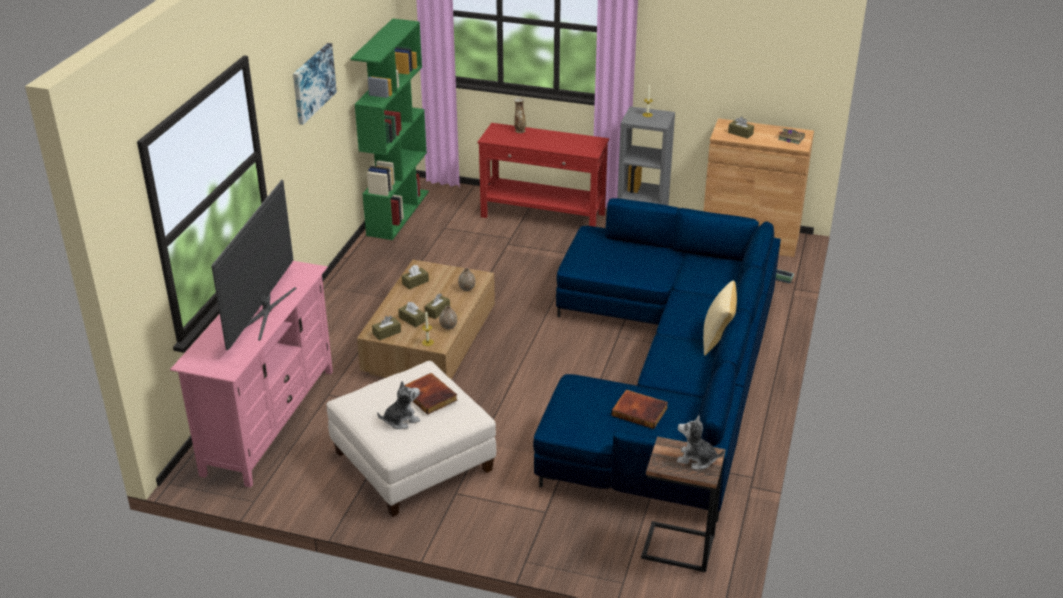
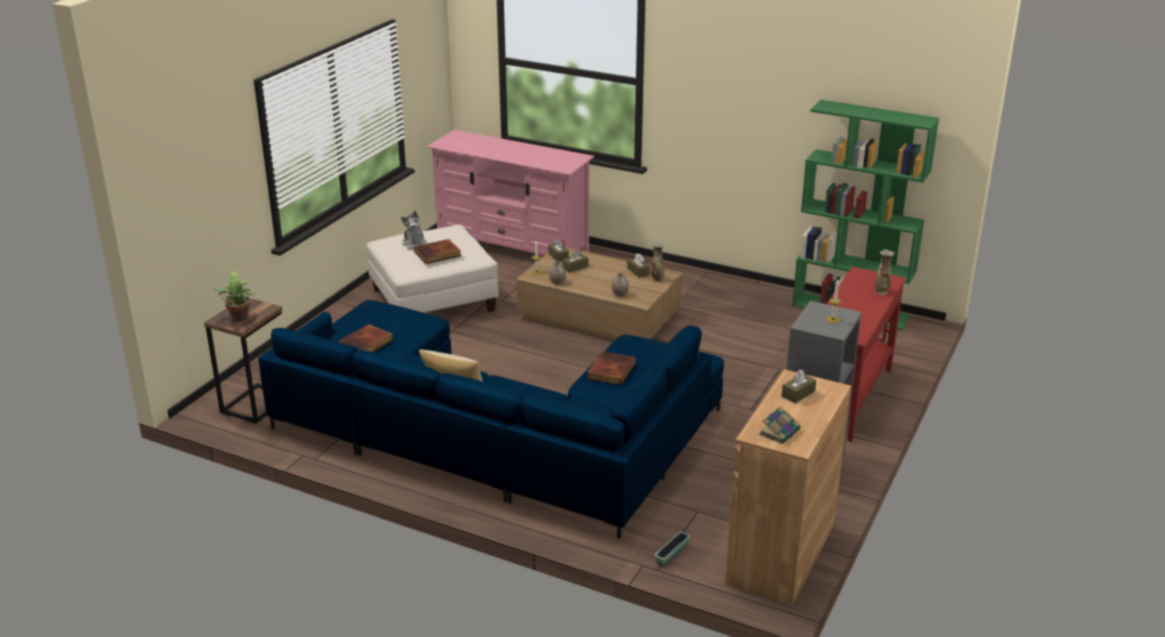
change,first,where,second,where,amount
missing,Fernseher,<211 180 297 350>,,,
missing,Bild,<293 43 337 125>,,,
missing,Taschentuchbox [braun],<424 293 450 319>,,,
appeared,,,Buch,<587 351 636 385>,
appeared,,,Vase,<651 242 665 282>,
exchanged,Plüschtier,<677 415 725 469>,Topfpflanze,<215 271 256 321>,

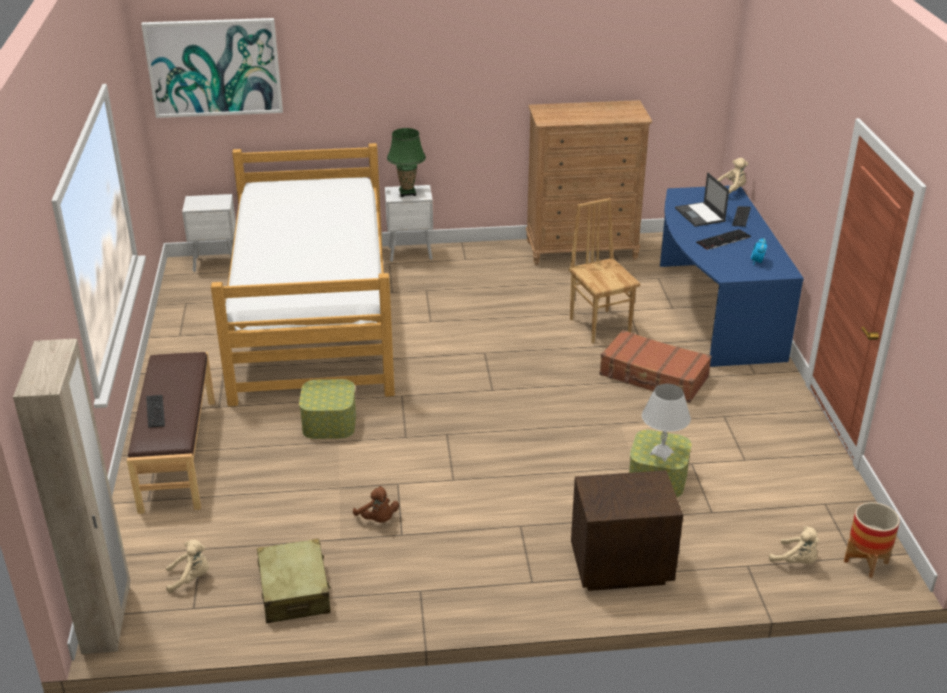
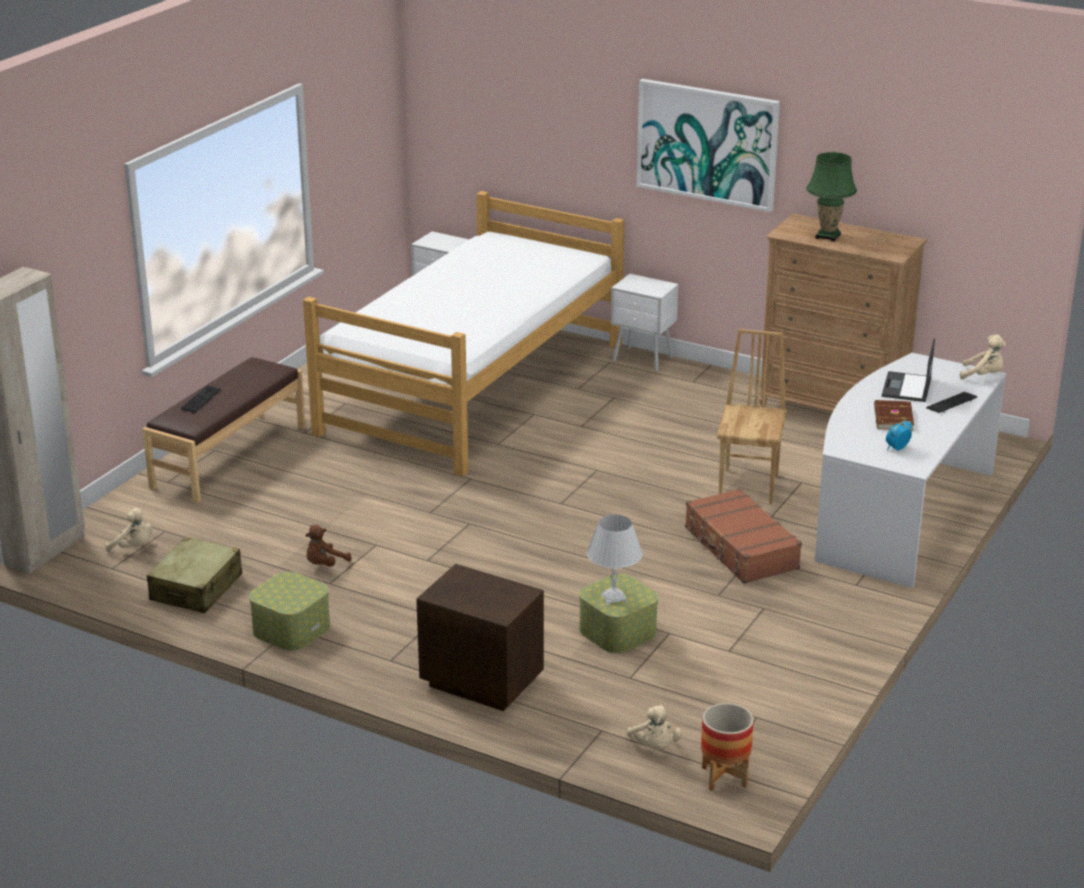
change,first,where,second,where,amount
relocated,Bild,<141 18 283 118>,,<637 79 780 212>,
relocated,Aufbewahrungsbox,<299 379 356 439>,,<249 572 330 651>,
relocated,Tischlampe [grün],<387 128 426 197>,,<806 152 857 242>,
exchanged,Tastatur,<696 229 751 250>,Buch [braun],<874 400 914 431>,
colour,Schreibtisch [blau],<660 186 804 367>,Schreibtisch [weiß],<815 353 1006 588>,
spun,Plüschtier [braun],<353 486 399 523>,,<305 525 352 567>,45 degrees clockwise

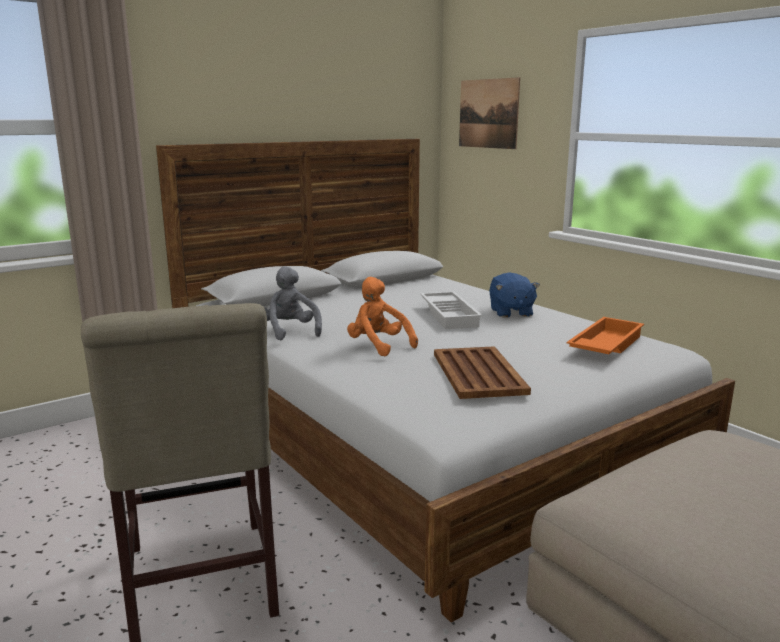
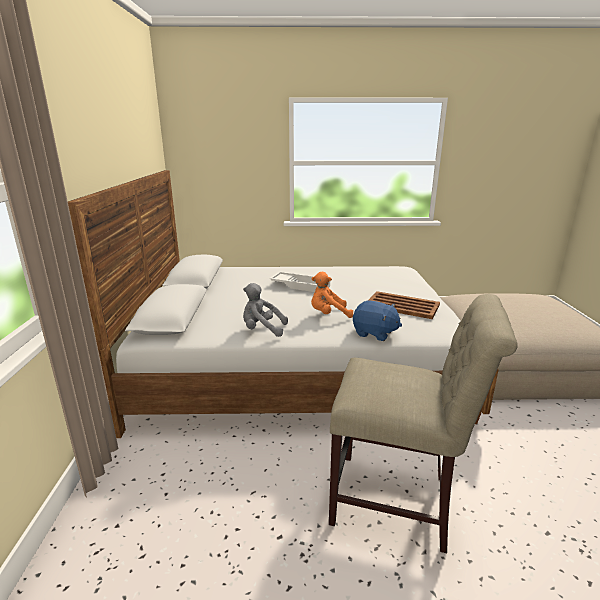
change,first,where,second,where,amount
missing,Bild,<459 77 520 149>,,,
missing,Tablett [orange],<567 317 644 354>,,,
relocated,Plüschtier [blau],<489 272 540 318>,,<353 301 402 341>,

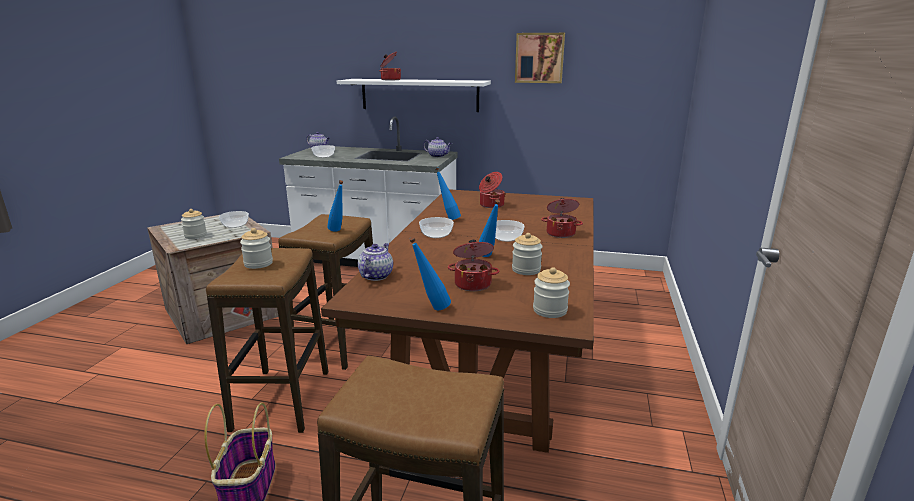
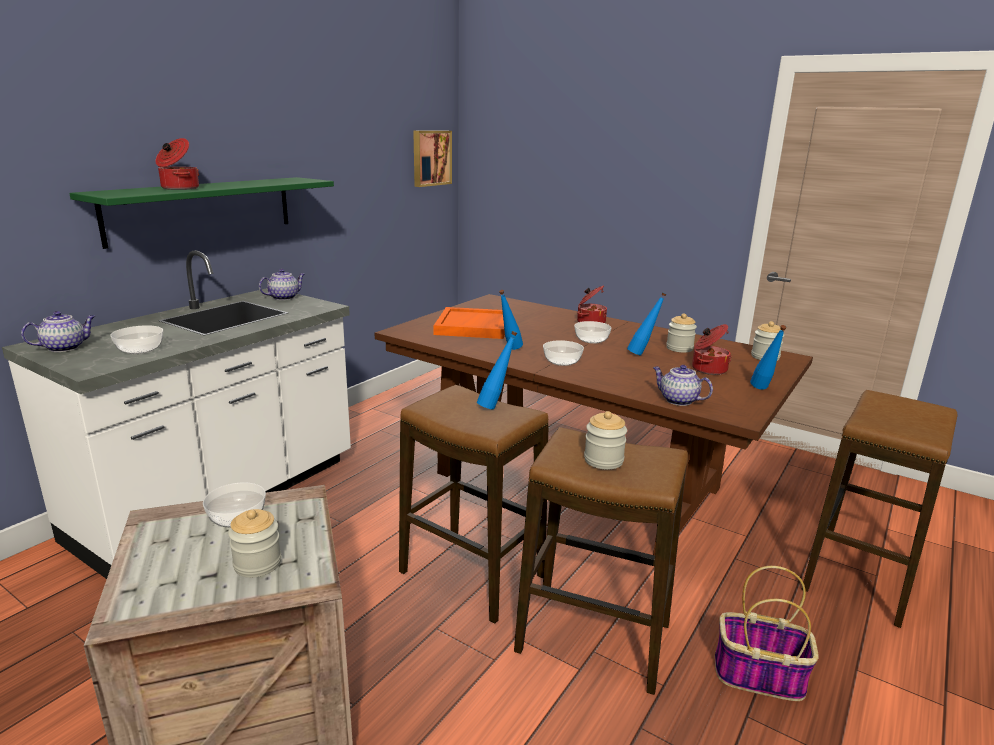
change,first,where,second,where,amount
relocated,Bild,<515 33 565 83>,,<413 131 452 187>,
exchanged,Kochtopf,<479 172 505 208>,Tablett [orange],<434 307 505 339>,
colour,Wandregal [weiß],<337 79 491 112>,Wandregal [grün],<69 177 334 249>,

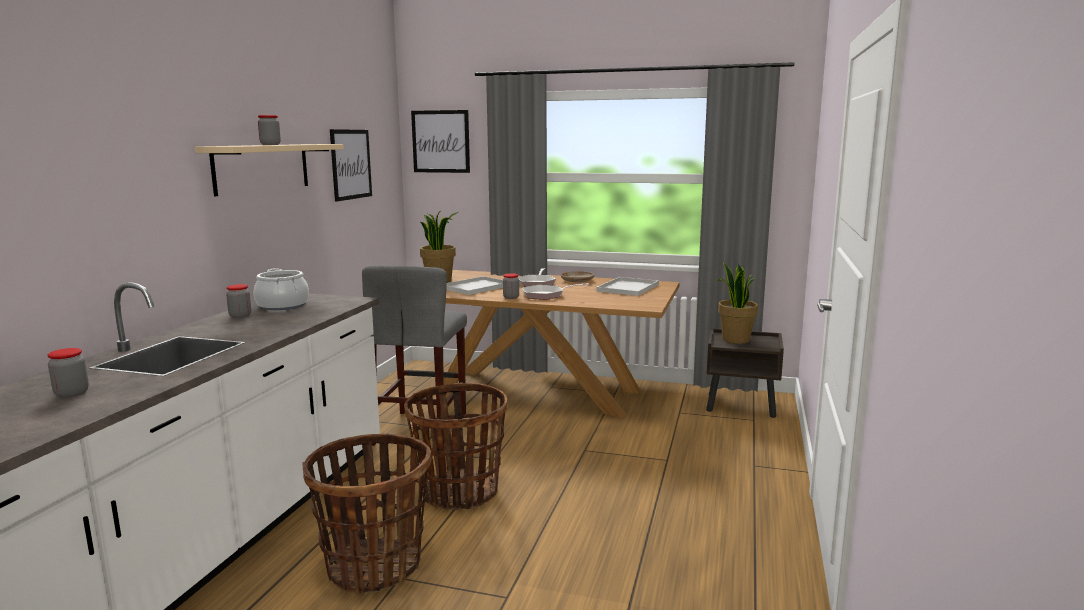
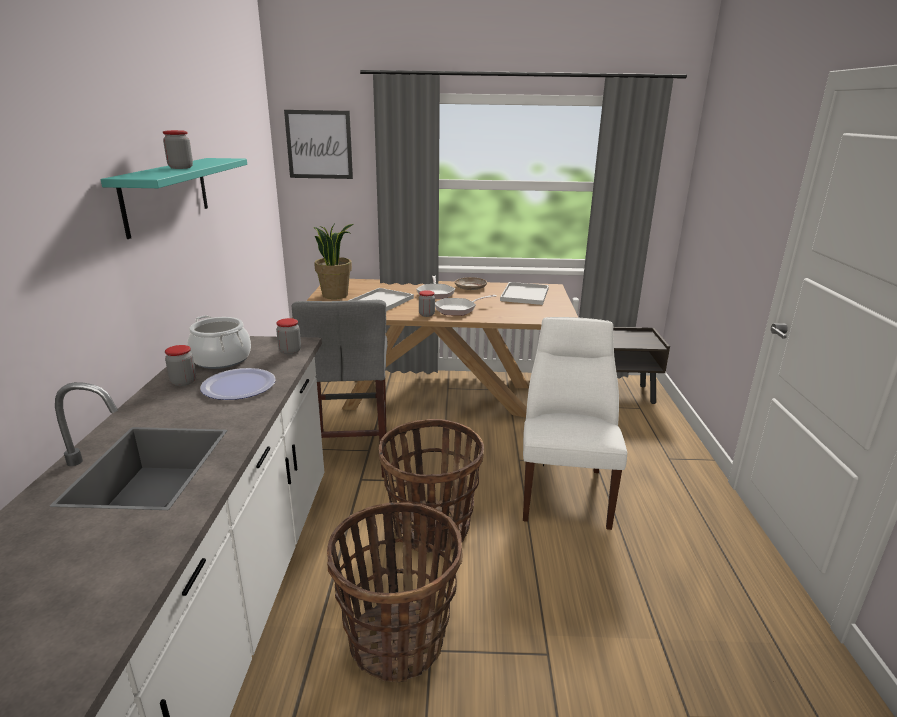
change,first,where,second,where,amount
missing,Bild,<330 129 372 202>,,,
missing,Topfpflanze,<716 262 758 344>,,,
appeared,,,Teller,<200 368 276 400>,
appeared,,,Stuhl [weiß],<523 317 627 530>,
relocated,Vorratsglas,<48 348 89 398>,,<276 318 301 355>,
colour,Wandregal [beige],<195 144 344 196>,Wandregal [türkis],<101 158 247 239>,

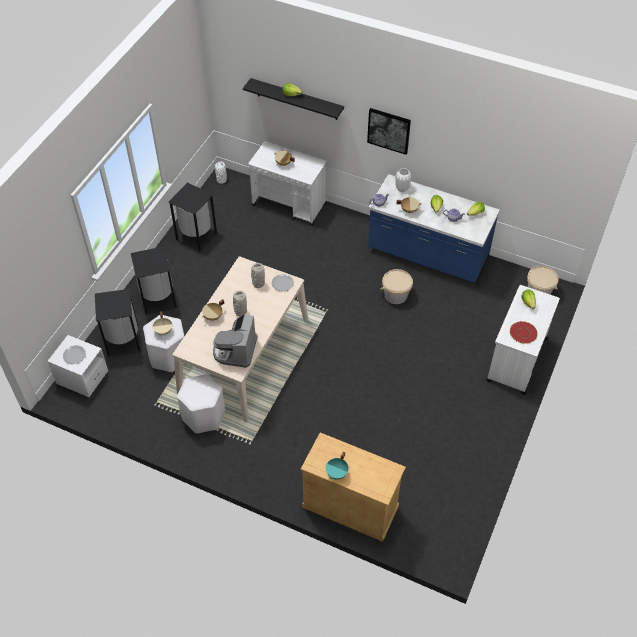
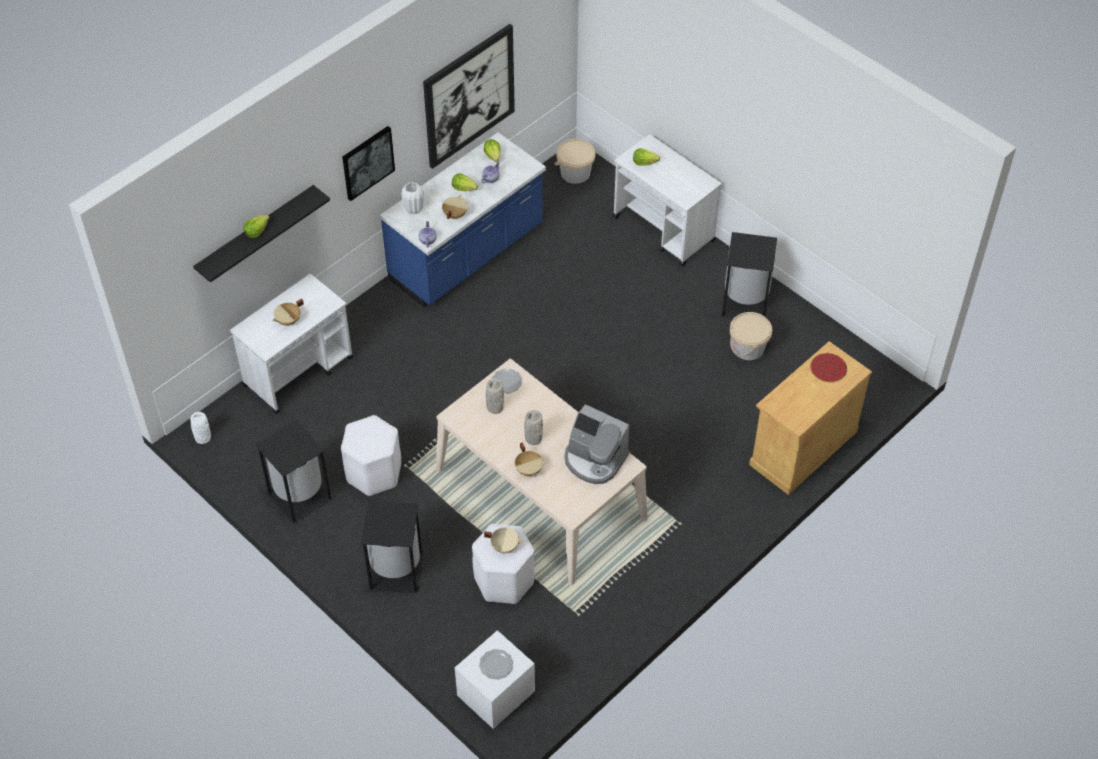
change,first,where,second,where,amount
missing,Kochtopf [türkis],<326 452 349 480>,,,
appeared,,,Bild,<423 24 515 169>,
relocated,Mülleimer [schwarz],<95 289 141 357>,,<721 232 777 318>,
relocated,Hocker [weiß],<177 374 225 434>,,<341 415 401 496>,
relocated,Eimer [beige],<380 269 413 304>,,<730 312 772 360>,
relocated,Teller [rot],<510 321 538 344>,,<810 353 847 382>,

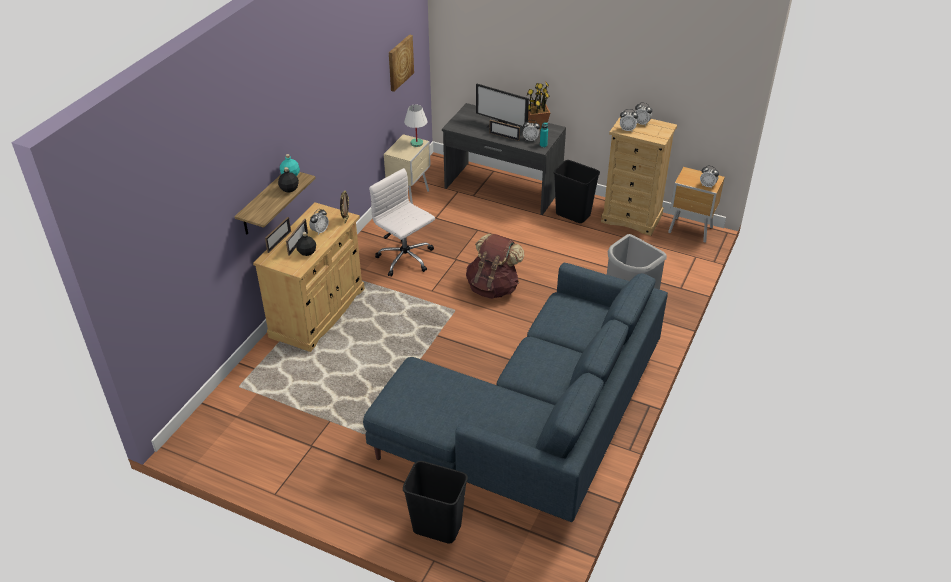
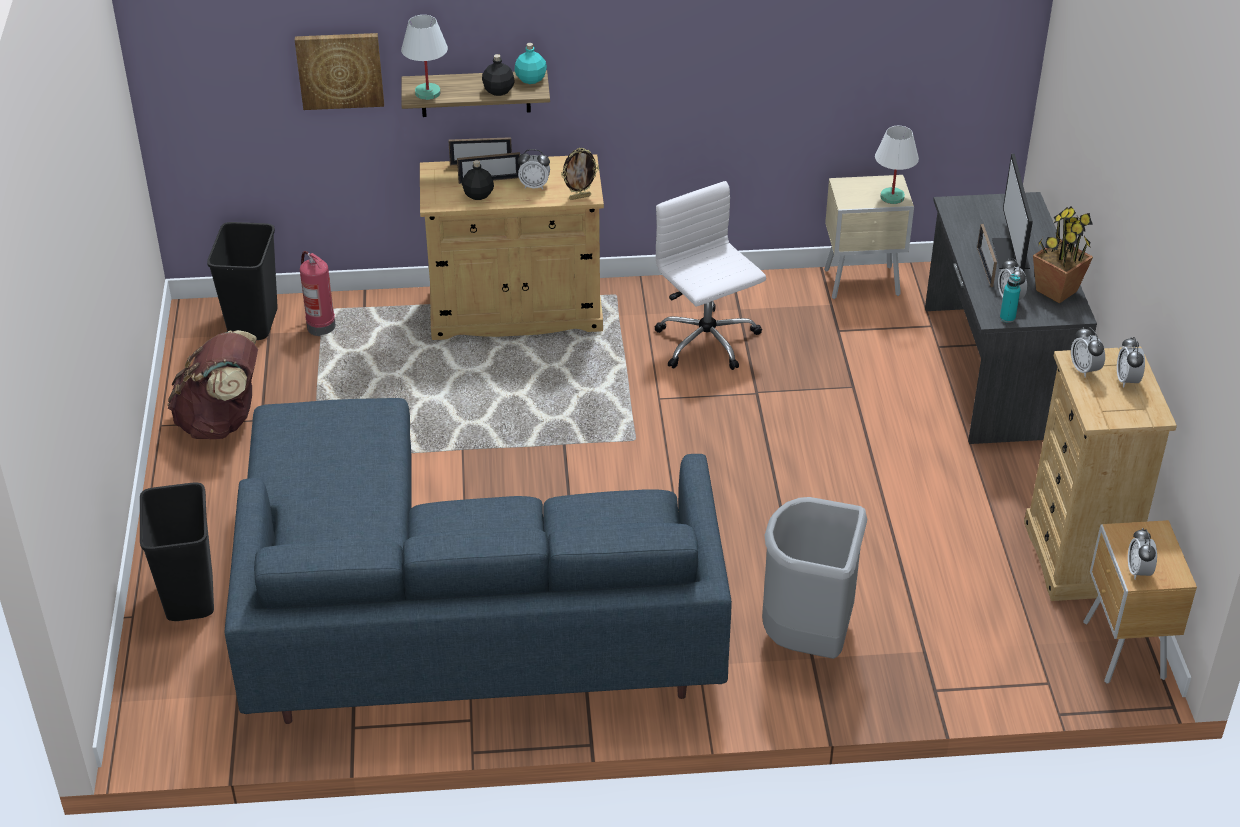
change,first,where,second,where,amount
appeared,,,Feuerlöscher,<300 251 336 336>,
appeared,,,Tischlampe [weiß],<401 15 448 100>,
relocated,Bild,<389 34 414 92>,,<295 33 384 110>,
relocated,Rucksack [braun],<466 234 524 299>,,<167 330 258 439>,
relocated,Mülleimer [schwarz],<554 160 600 223>,,<207 222 278 340>,
spun,Bürostuhl [weiß],<369 168 435 277>,,<655 181 766 370>,45 degrees counterclockwise

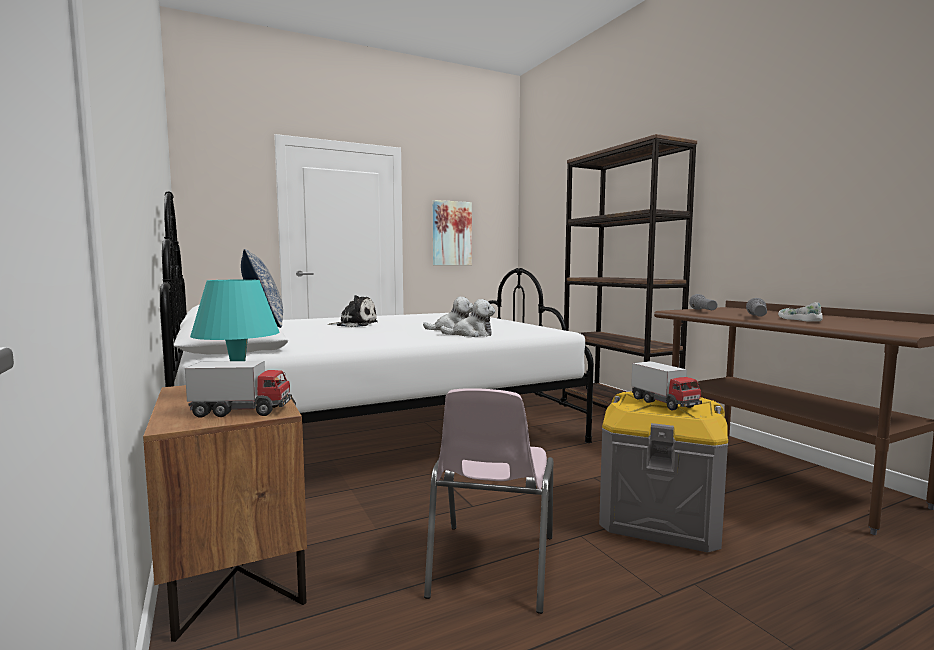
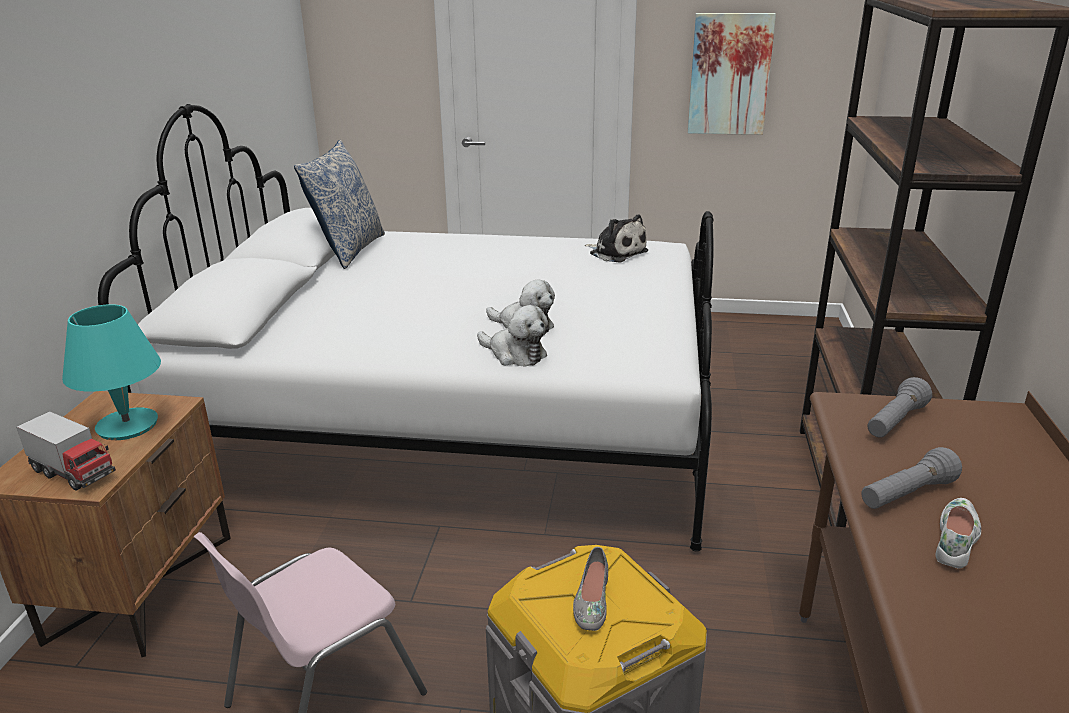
change,first,where,second,where,amount
relocated,Plüschtier,<327 295 378 327>,,<585 214 648 263>,
exchanged,Spielzeuglaster,<631 361 702 410>,Schuh [grau],<573 547 608 631>,

